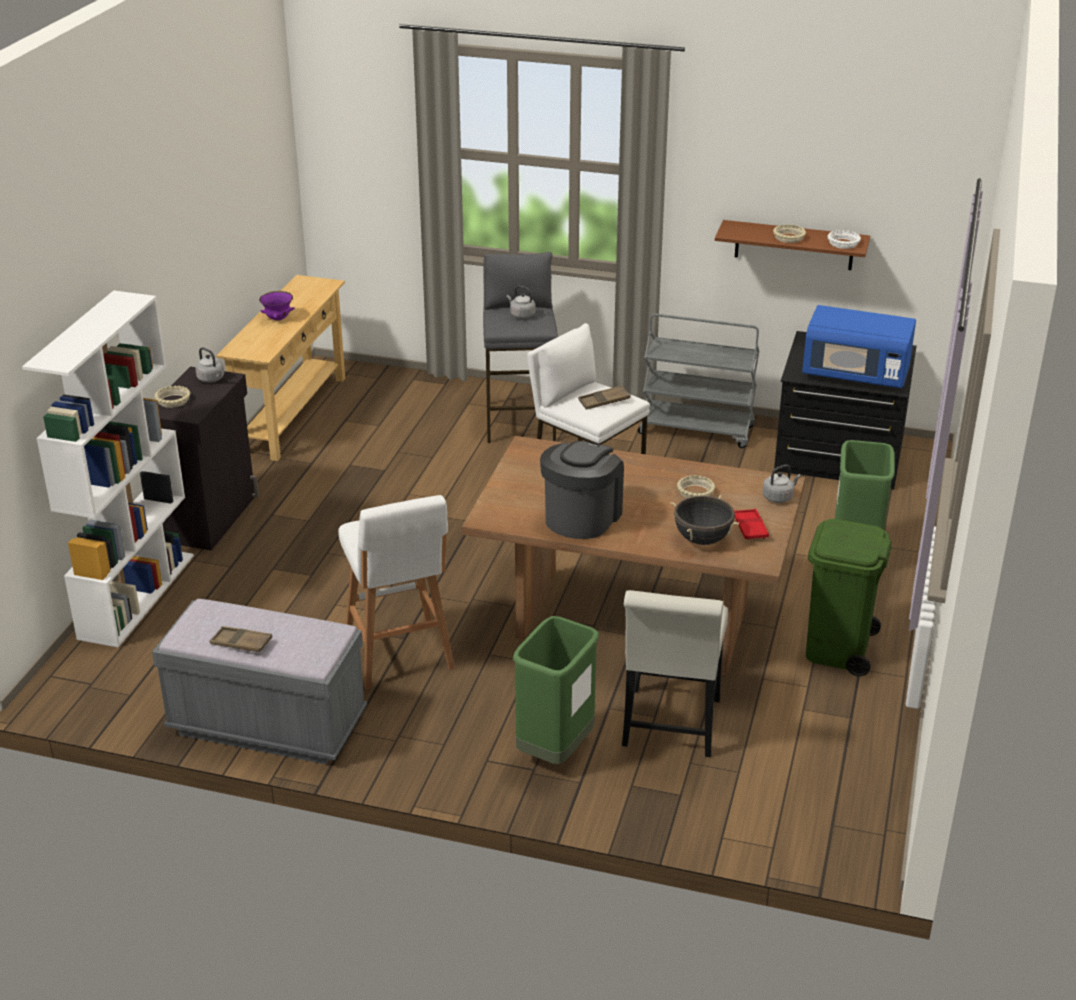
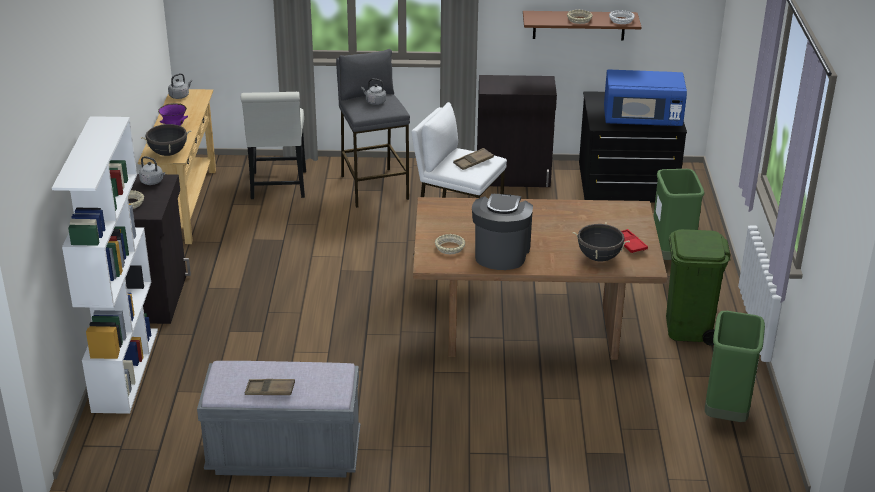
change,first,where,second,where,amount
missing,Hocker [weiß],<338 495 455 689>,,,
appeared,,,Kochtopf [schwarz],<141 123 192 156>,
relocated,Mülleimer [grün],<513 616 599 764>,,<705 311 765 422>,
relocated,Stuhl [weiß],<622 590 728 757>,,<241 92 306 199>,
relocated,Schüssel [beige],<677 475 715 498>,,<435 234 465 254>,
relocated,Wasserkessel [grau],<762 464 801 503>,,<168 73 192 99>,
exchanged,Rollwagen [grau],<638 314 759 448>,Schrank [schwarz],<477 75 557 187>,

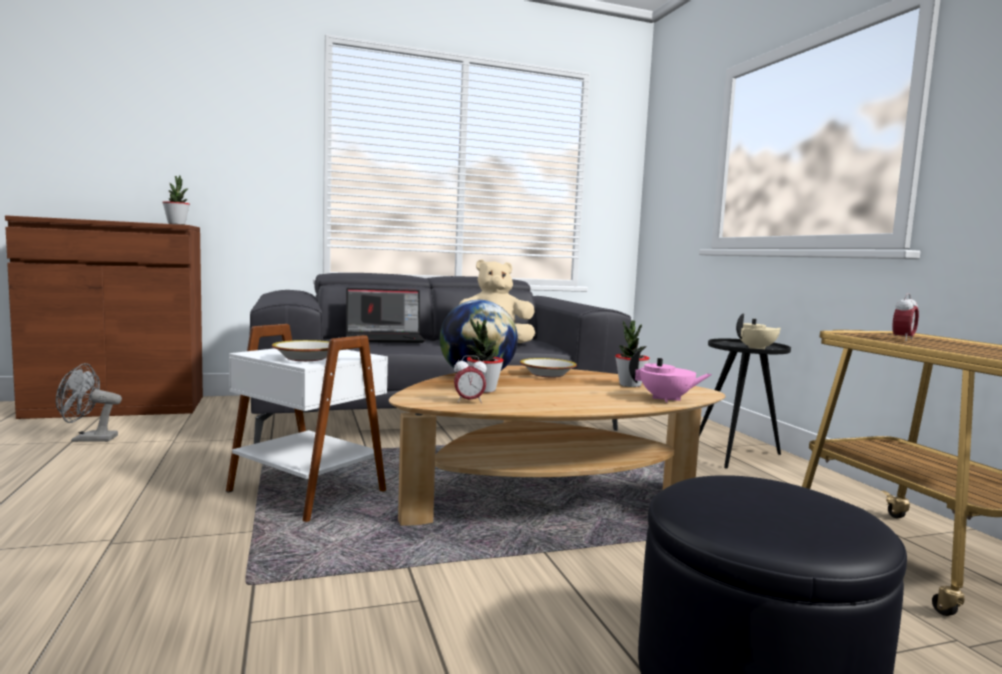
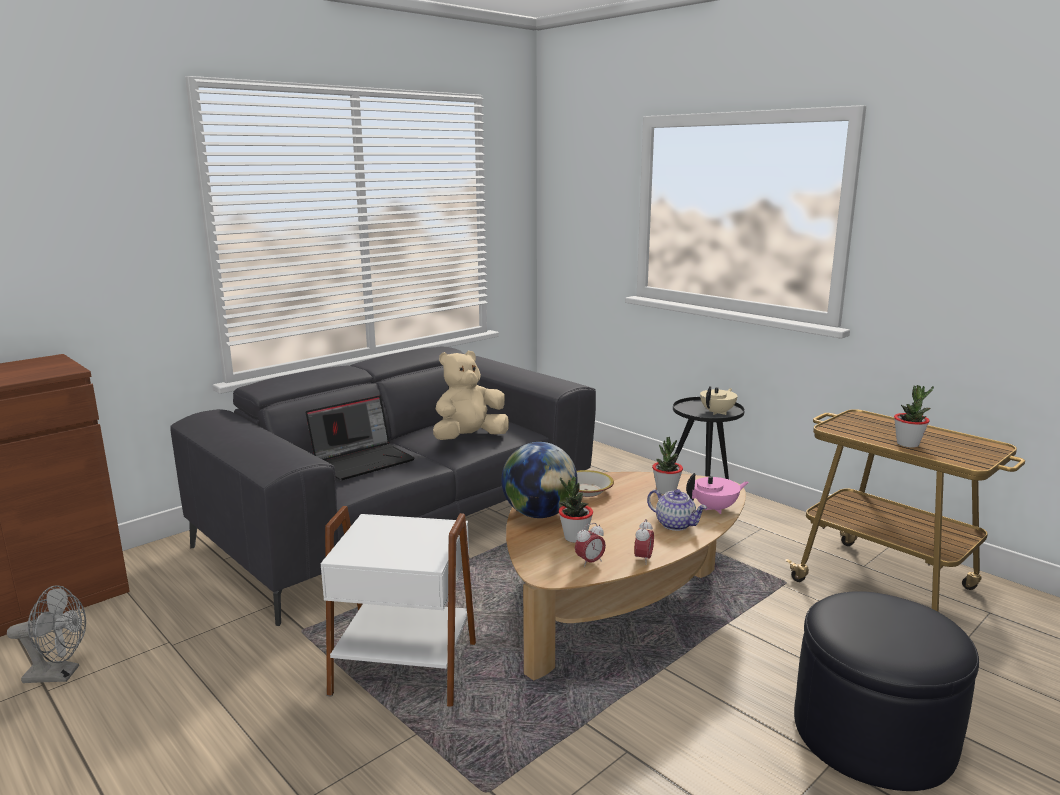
change,first,where,second,where,amount
missing,Schüssel,<272 340 329 361>,,,
appeared,,,Teekanne,<647 489 707 531>,
relocated,Topfpflanze,<162 176 190 225>,,<894 385 934 448>,
relocated,Wecker,<892 294 919 341>,,<634 519 654 565>,
spun,Ventilator [grau],<56 363 122 442>,,<7 585 86 683>,150 degrees counterclockwise

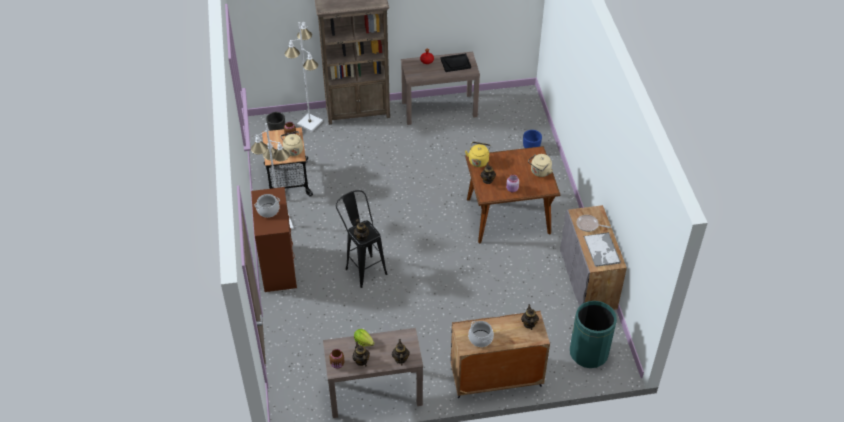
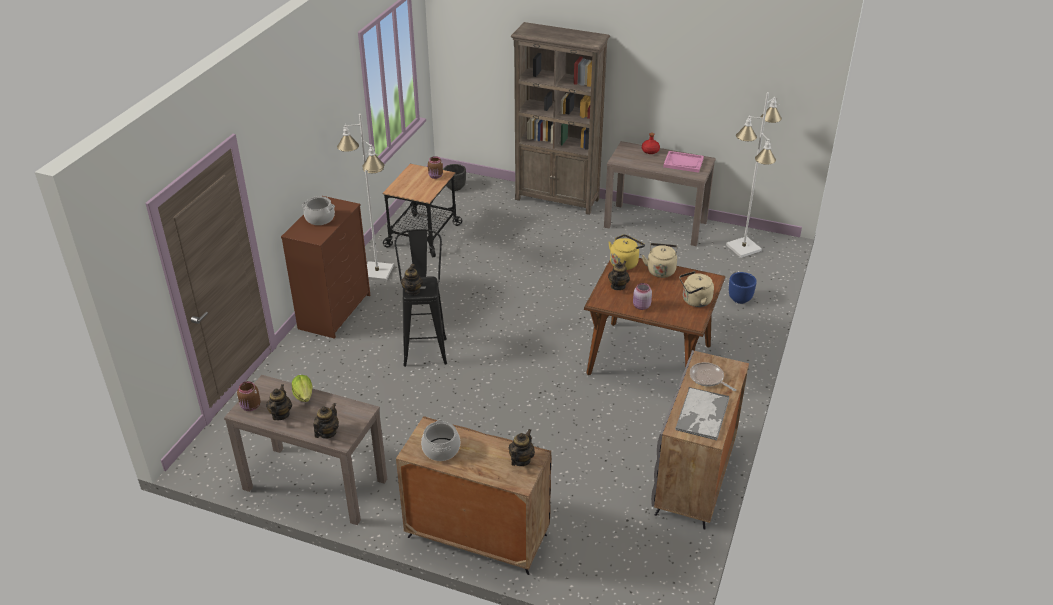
change,first,where,second,where,amount
missing,Mülleimer [grün],<570 301 617 368>,,,
relocated,Wasserkessel [beige],<280 131 303 156>,,<642 243 678 278>,
relocated,Stehlampe [weiß],<285 22 323 132>,,<726 92 782 258>,
colour,Tablett [schwarz],<441 53 471 72>,Tablett [rosa],<663 151 704 173>,

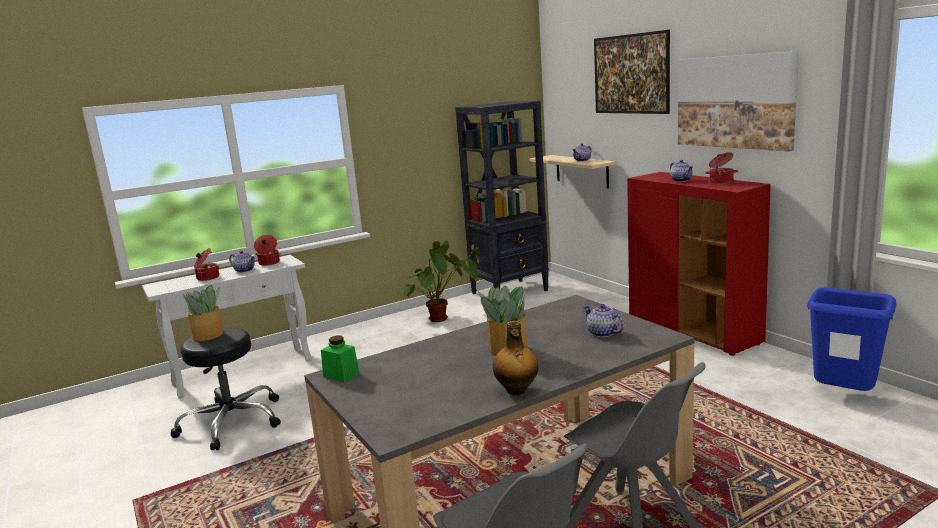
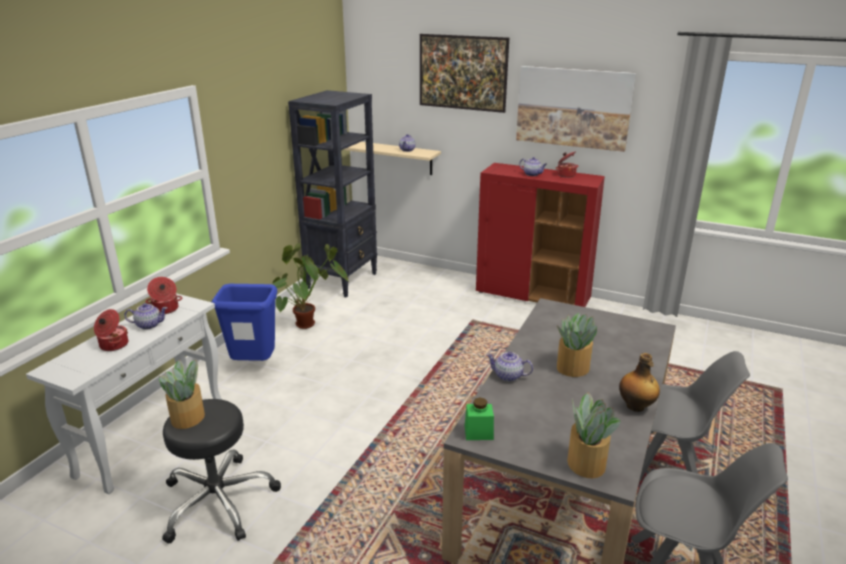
change,first,where,second,where,amount
appeared,,,Topfpflanze,<567 393 621 478>,
relocated,Teekanne,<583 304 624 337>,,<486 352 533 382>,
relocated,Mülleimer [blau],<807 288 896 391>,,<211 284 277 361>,

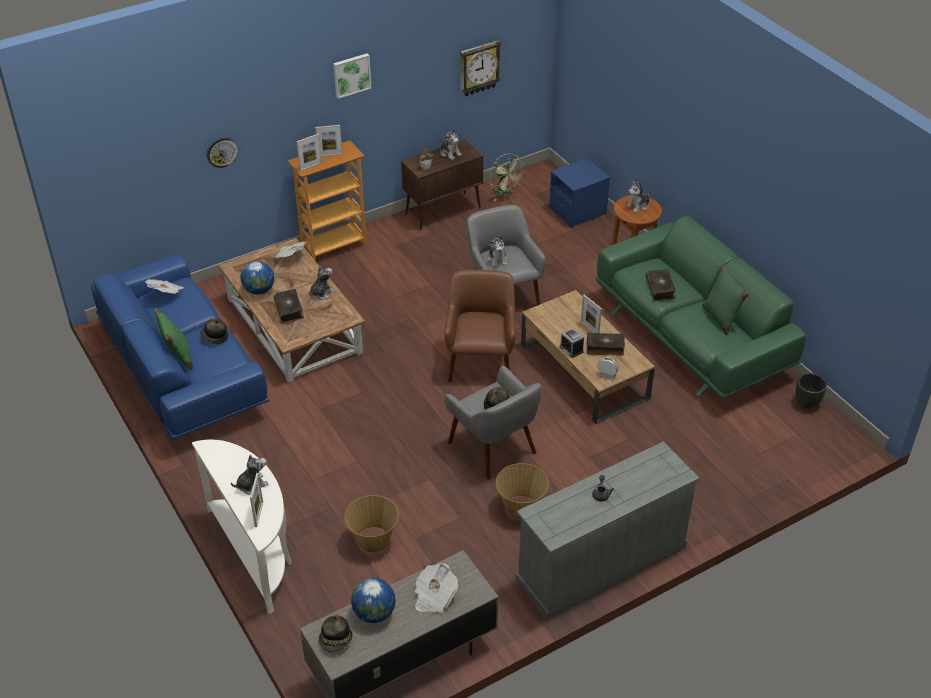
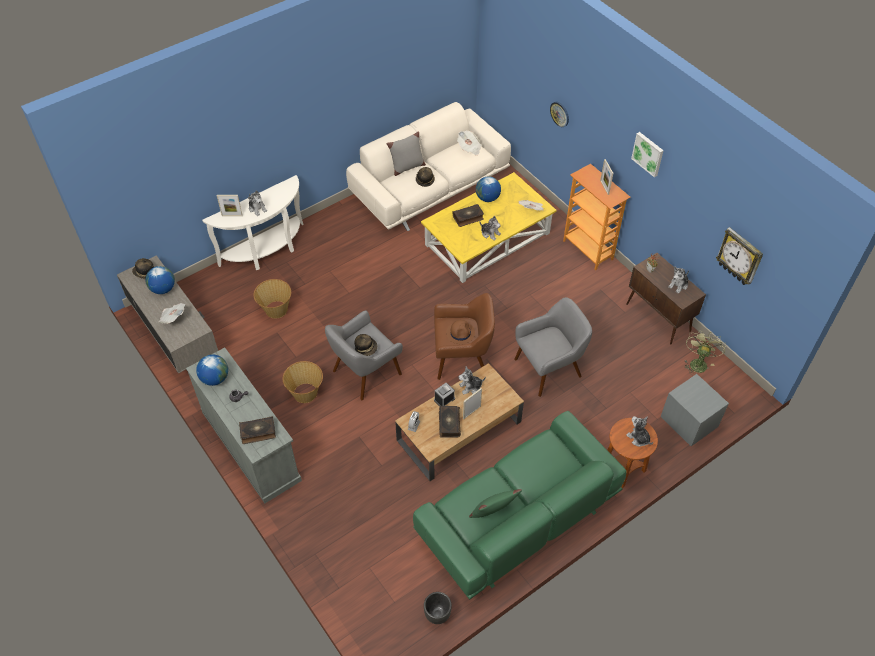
change,first,where,second,where,amount
missing,Bilderrahmen,<297 134 322 171>,,,
appeared,,,Globus,<196 354 228 386>,
appeared,,,Hut [braun],<446 320 475 344>,
relocated,Plüschtier,<487 236 507 267>,,<459 367 486 395>,
relocated,Buch,<645 269 676 301>,,<239 416 276 444>,
colour,Sofa [blau],<91 254 269 440>,Sofa [beige],<346 102 511 231>,
colour,Kissen [grün],<154 308 193 369>,Kissen [grau],<387 132 426 176>,
colour,Couchtisch [braun],<219 238 365 383>,Couchtisch [gelb],<421 172 557 283>,
colour,Nachttisch [blau],<549 158 610 227>,Nachttisch [grau],<661 374 729 446>,
spun,Ventilator [grün],<490 153 525 201>,,<684 331 726 375>,150 degrees clockwise

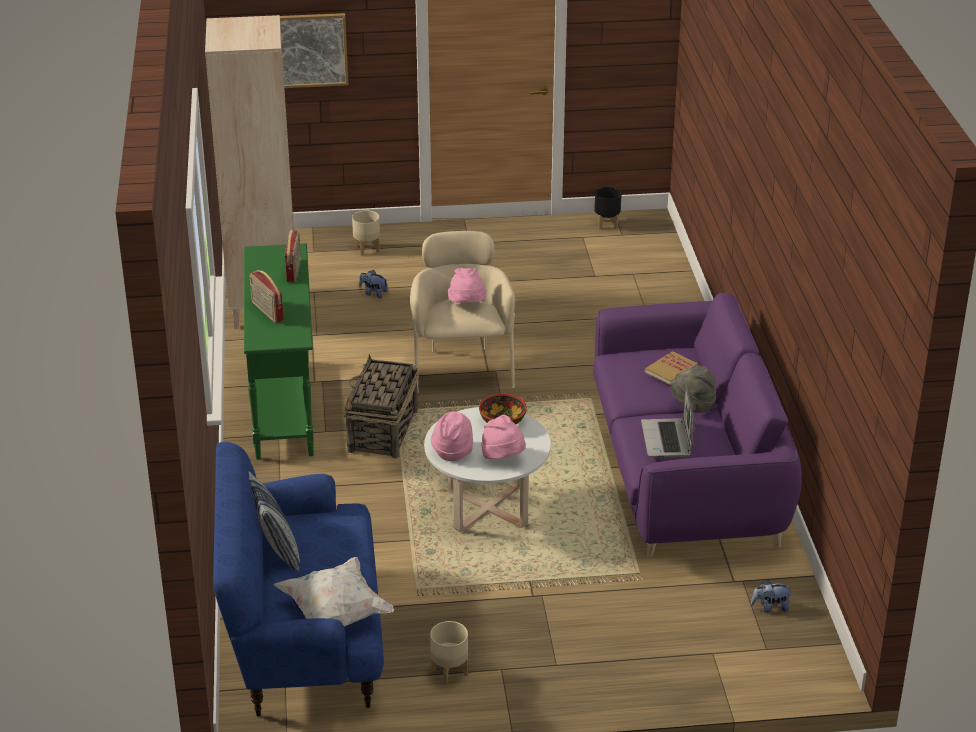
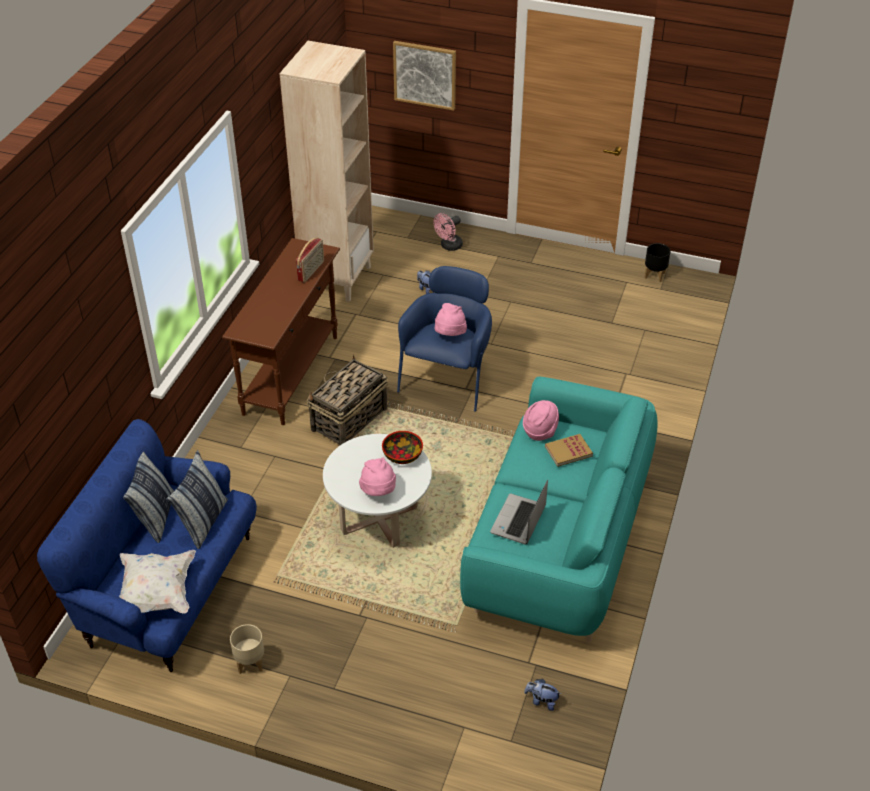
change,first,where,second,where,amount
missing,Radio,<250 270 284 323>,,,
missing,Hut [grau],<671 366 716 413>,,,
appeared,,,Kissen,<166 450 228 549>,
relocated,Hut [rosa],<431 412 473 461>,,<523 400 559 441>,
exchanged,Pflanzkübel [beige],<352 210 380 256>,Ventilator [rosa],<433 213 463 251>,
colour,Konsolentisch [grün],<244 243 314 460>,Konsolentisch [braun],<222 238 340 425>,
colour,Sessel [beige],<410 231 515 392>,Sessel [blau],<397 266 492 411>,
colour,Sofa [lila],<593 293 802 557>,Sofa [türkis],<460 377 657 643>,

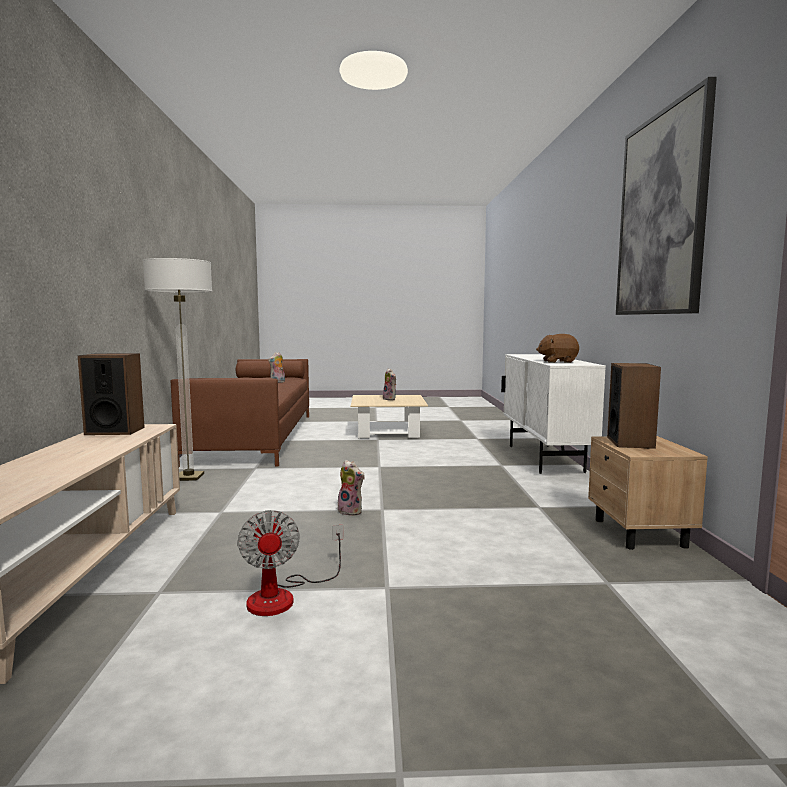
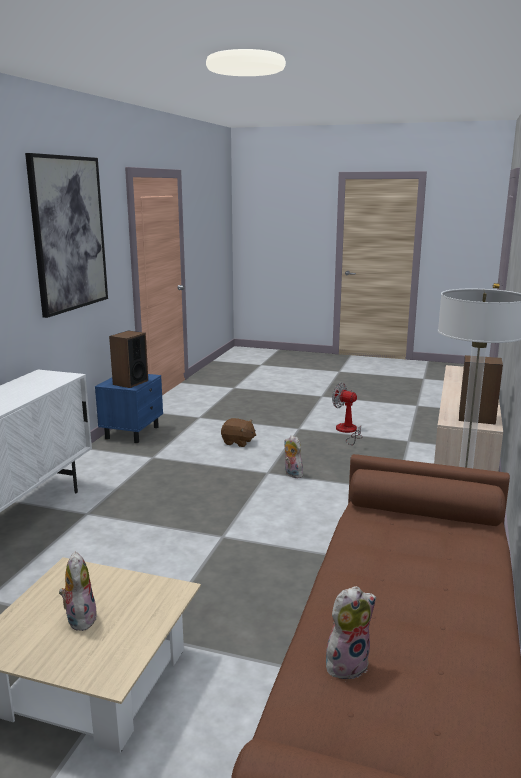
change,first,where,second,where,amount
relocated,Plüschtier [braun],<536 334 579 363>,,<221 418 256 447>,
colour,Nachttisch [beige],<588 436 708 550>,Nachttisch [blau],<95 374 163 443>,
spun,Ventilator,<237 510 343 616>,,<332 383 363 445>,60 degrees counterclockwise

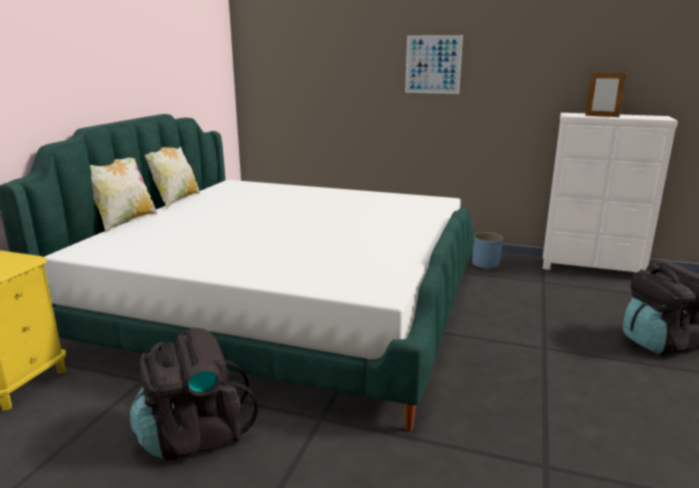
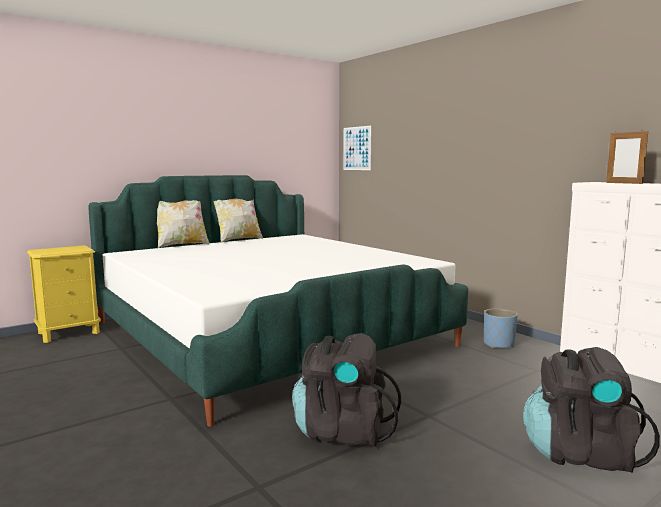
change,first,where,second,where,amount
relocated,Rucksack [schwarz],<130 327 258 460>,,<292 333 401 447>,
relocated,Bild,<405 35 463 94>,,<343 126 371 170>,

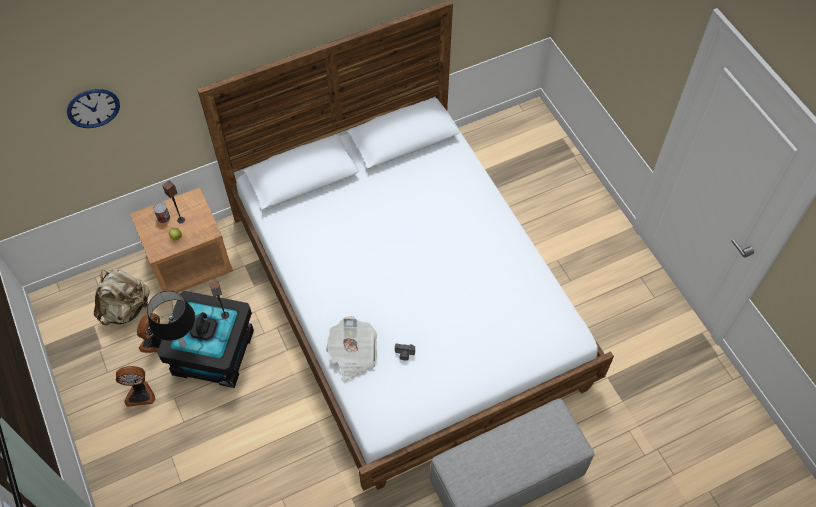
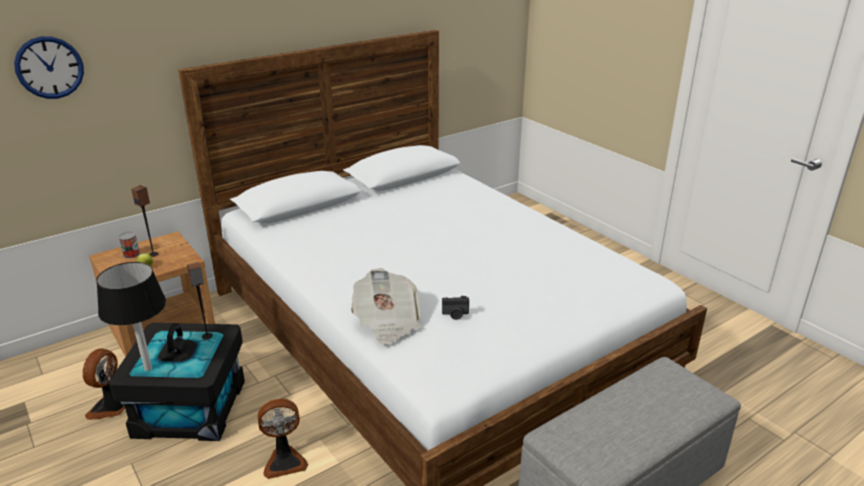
change,first,where,second,where,amount
missing,Rucksack [beige],<94 269 150 325>,,,
relocated,Ventilator,<116 366 155 407>,,<257 399 308 479>,

